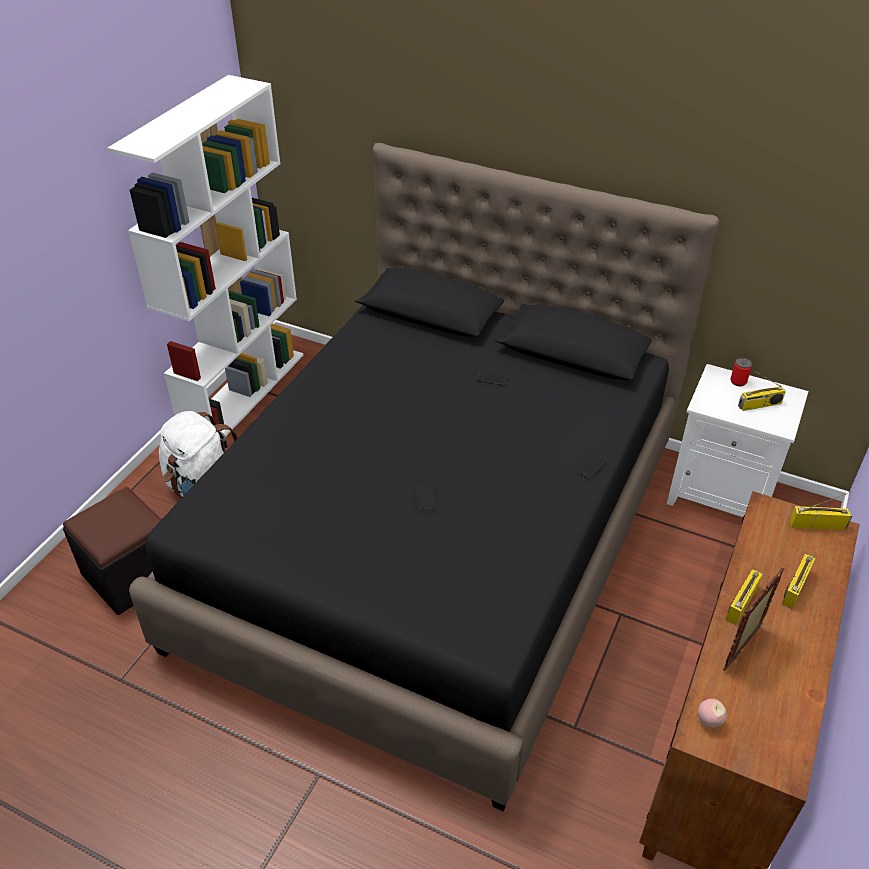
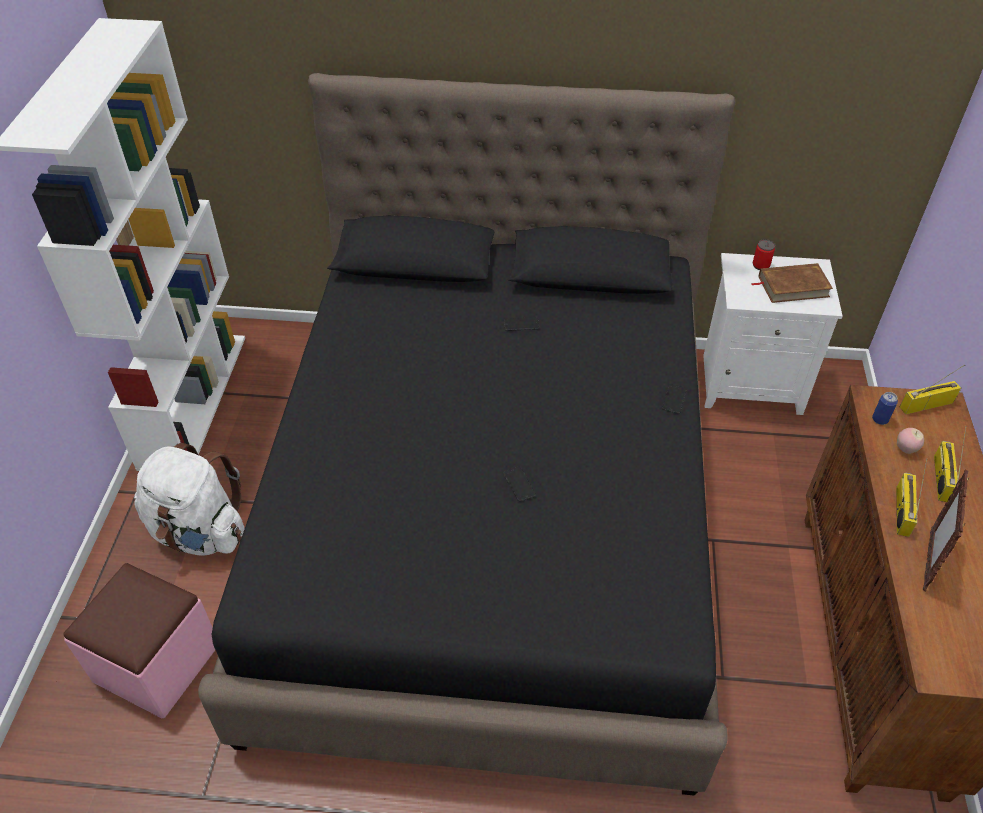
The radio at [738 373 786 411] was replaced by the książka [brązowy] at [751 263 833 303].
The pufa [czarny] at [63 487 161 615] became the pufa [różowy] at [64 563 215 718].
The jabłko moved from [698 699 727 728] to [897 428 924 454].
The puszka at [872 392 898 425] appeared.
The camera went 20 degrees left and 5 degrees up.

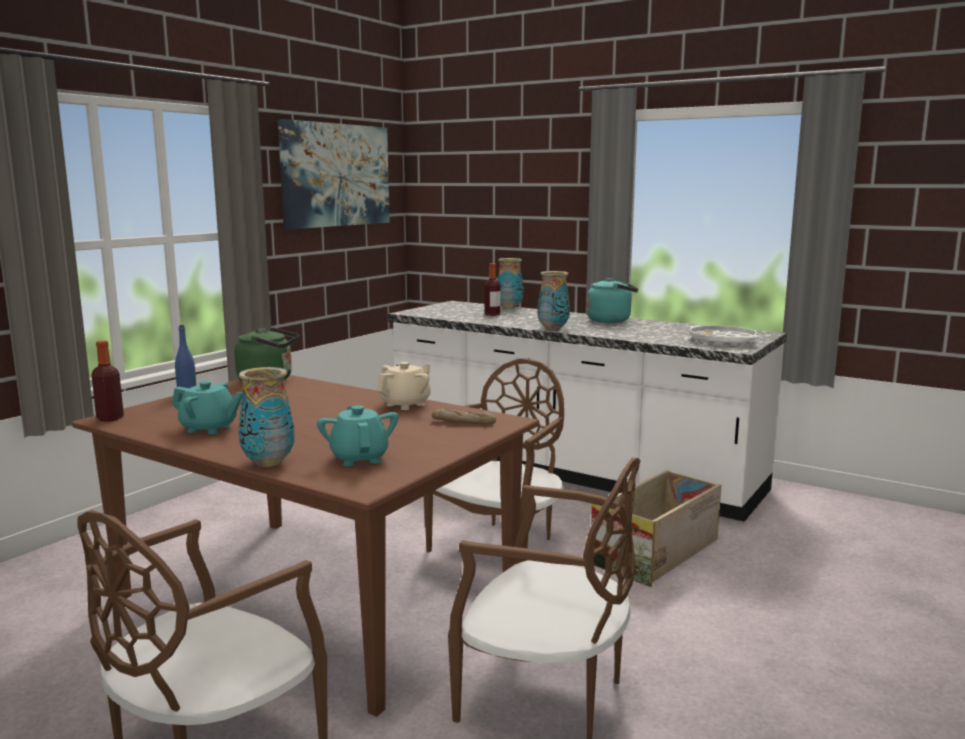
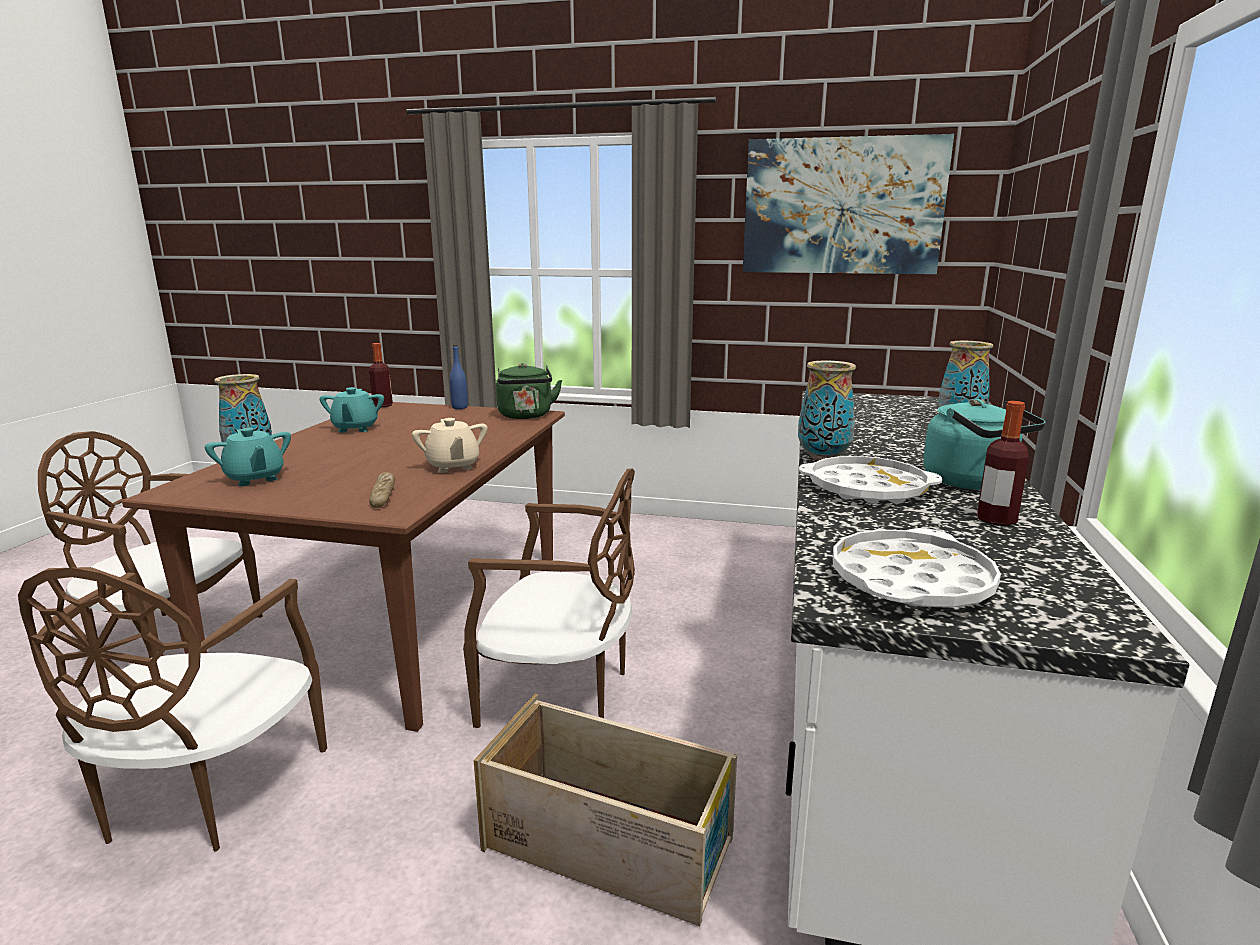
The butelka moved from [485 263 500 316] to [977 401 1029 526].
The imbryk [beżowy] at [377 362 431 410] turned 45 degrees clockwise.
The imbryk [turkusowy] at [317 406 398 466] turned 90 degrees clockwise.
The taca [biały] at [799 456 942 504] appeared.
The camera went 70 degrees right and 5 degrees up.

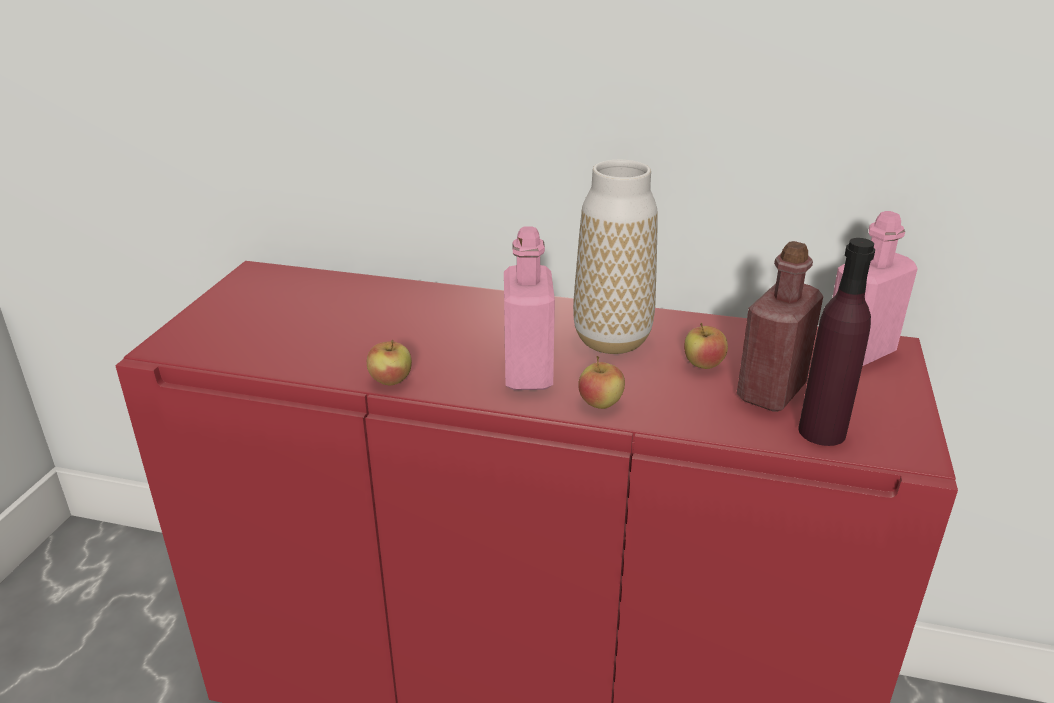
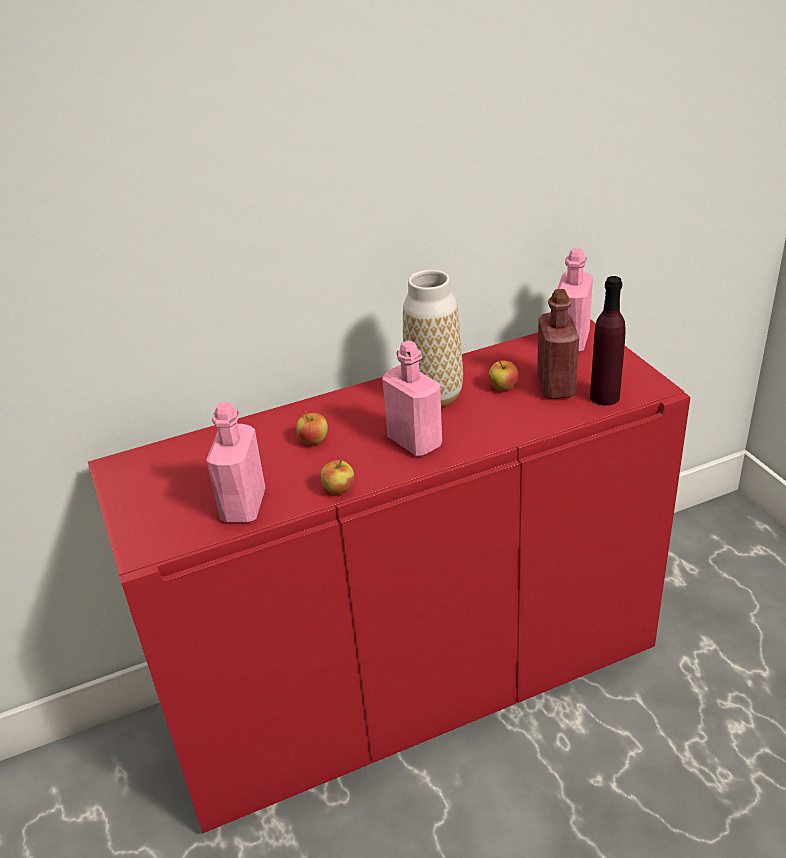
The jabłko moved from [578 356 625 409] to [296 411 328 445].
The butelka [różowy] at [206 402 265 522] appeared.
The camera went 35 degrees left and 5 degrees up.

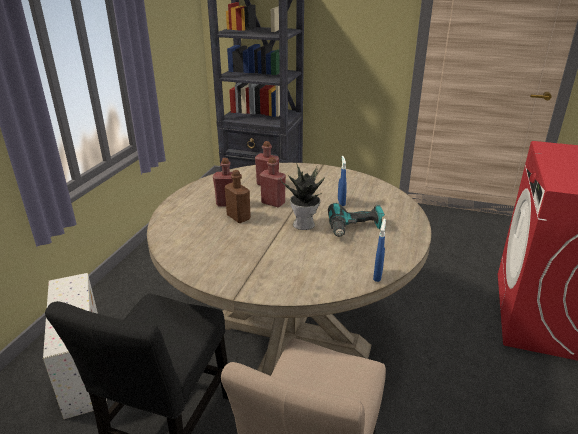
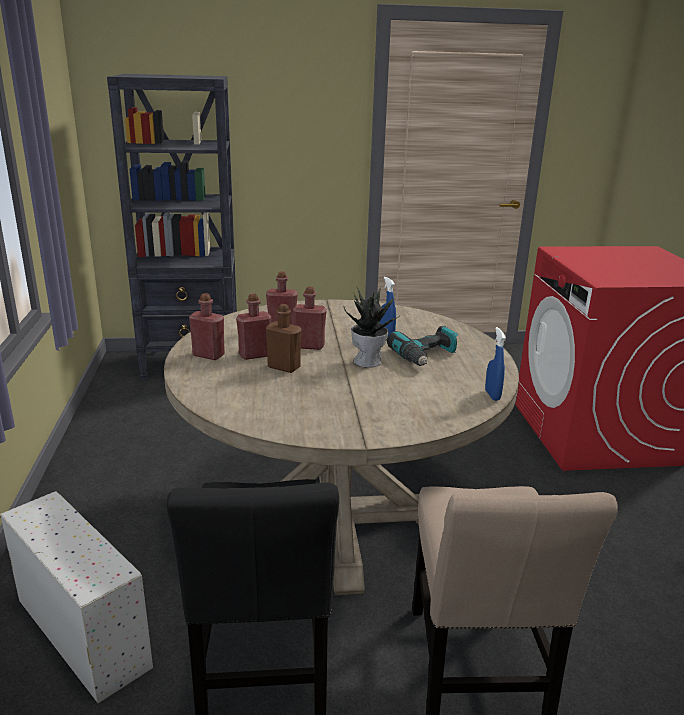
The butelka [czerwony] at [189 293 225 360] appeared.
The camera went 25 degrees left and 5 degrees down.

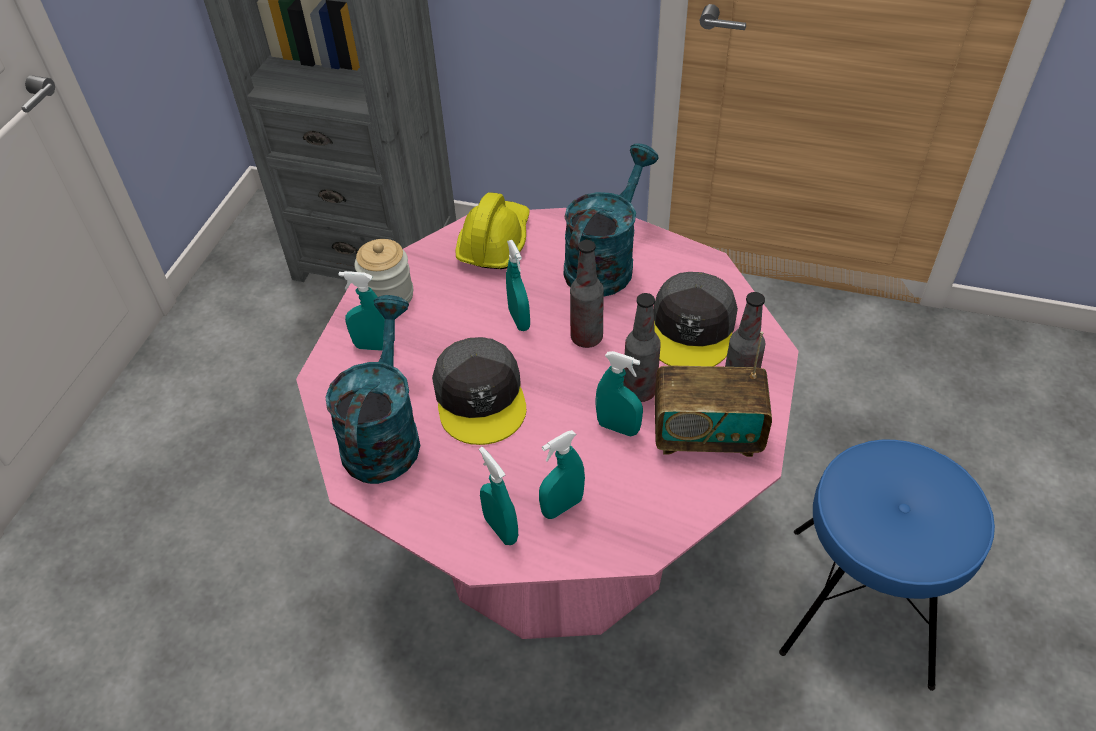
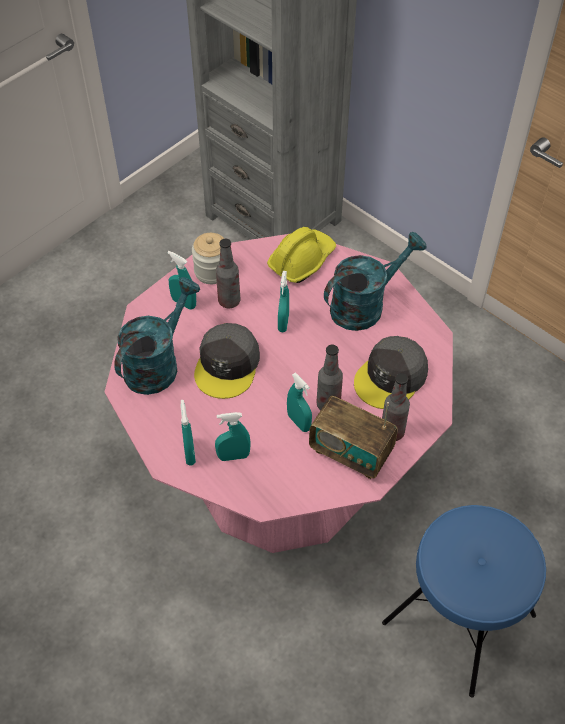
The butelka moved from [570 240 604 348] to [216 239 240 308].
The camera went 25 degrees right and 5 degrees up.

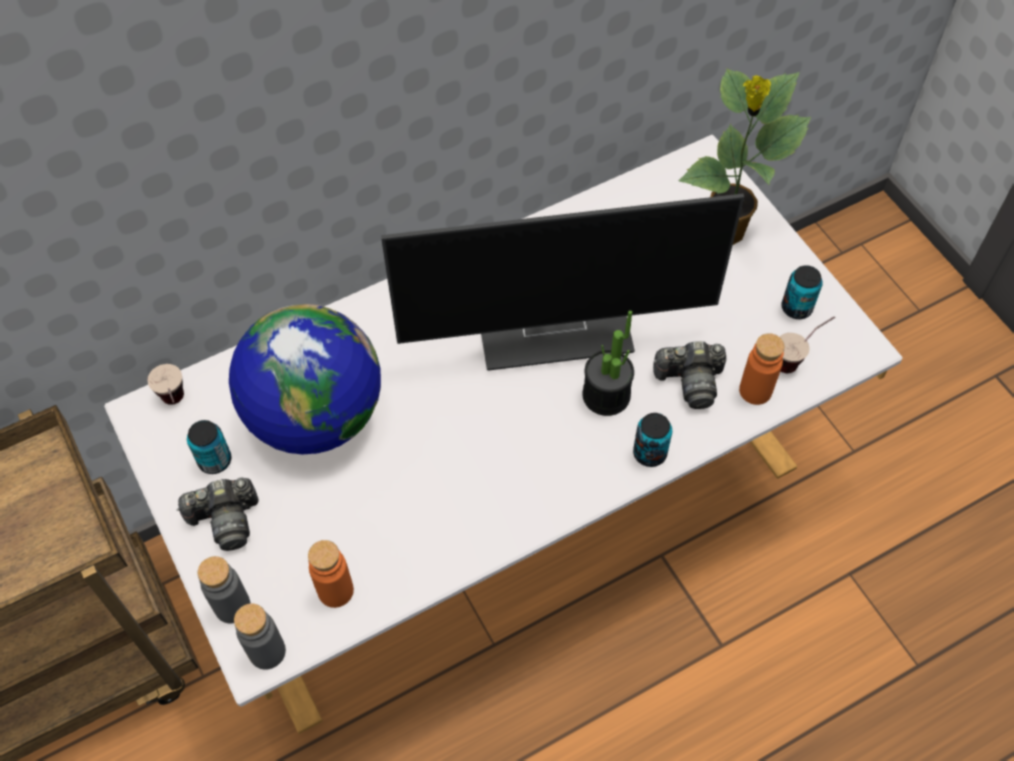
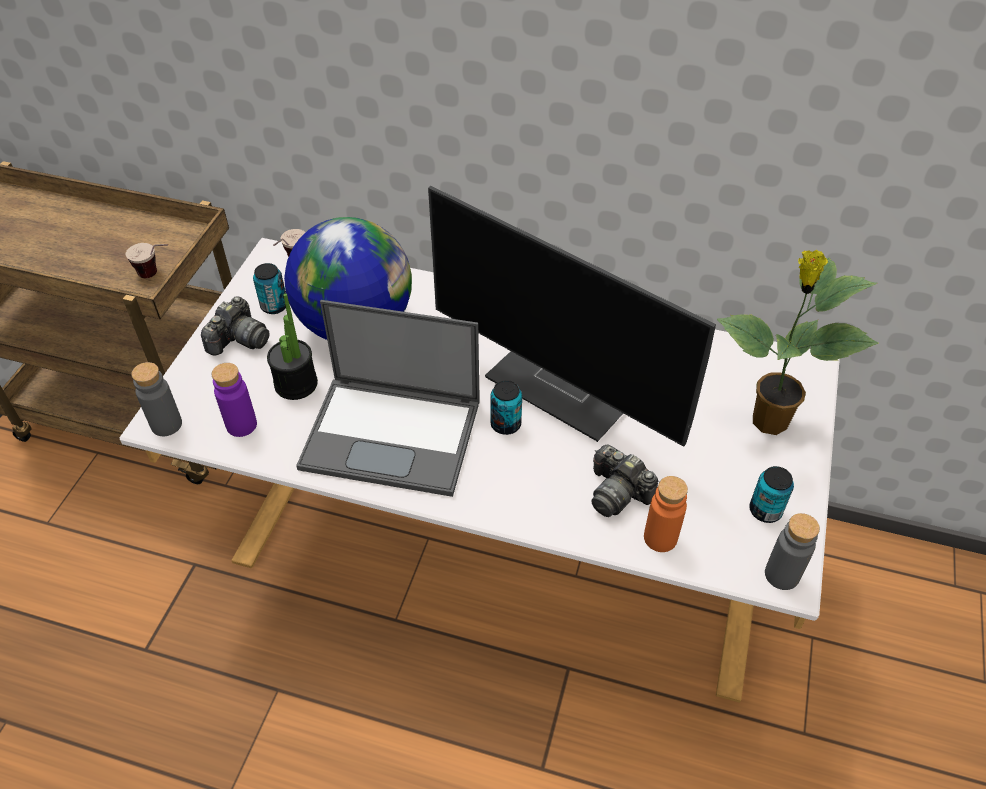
The roślina doniczkowa moved from [582 310 634 416] to [267 293 318 400].
The filiżanka moved from [780 316 835 373] to [126 243 168 278].
The puszka moved from [633 413 672 467] to [490 380 522 435].
The aparat fotograficzny at [177 478 259 551] turned 90 degrees counterclockwise.
The butelka [pomarańczowy] at [308 540 354 608] became the butelka [fioletowy] at [212 363 257 437].
The butelka [szary] moved from [198 556 251 624] to [765 513 820 590].
The laptop at [296 300 480 497] appeared.
The camera went 45 degrees right and 10 degrees down.

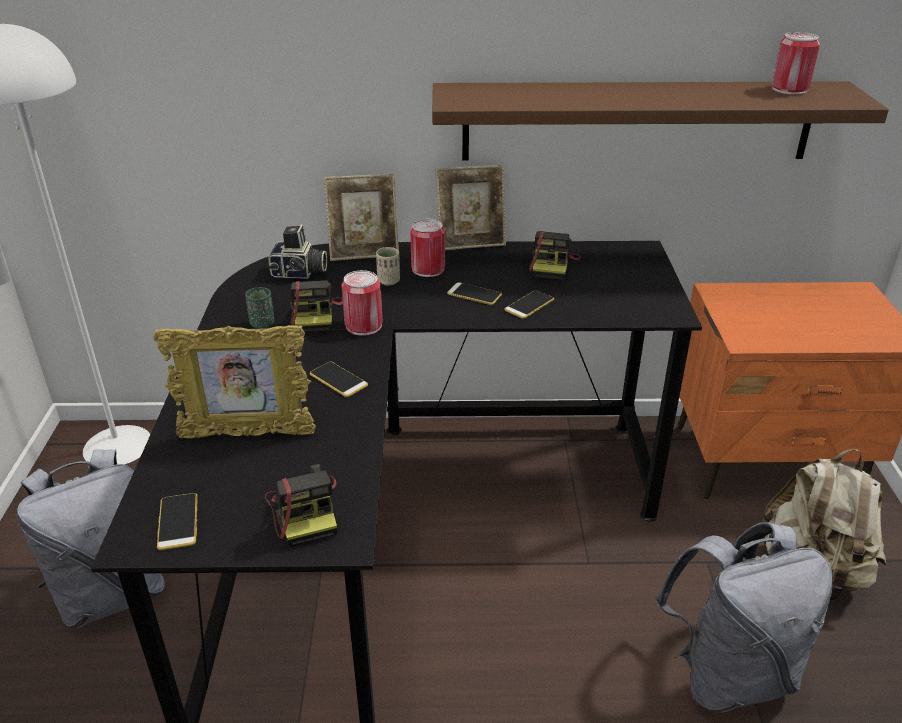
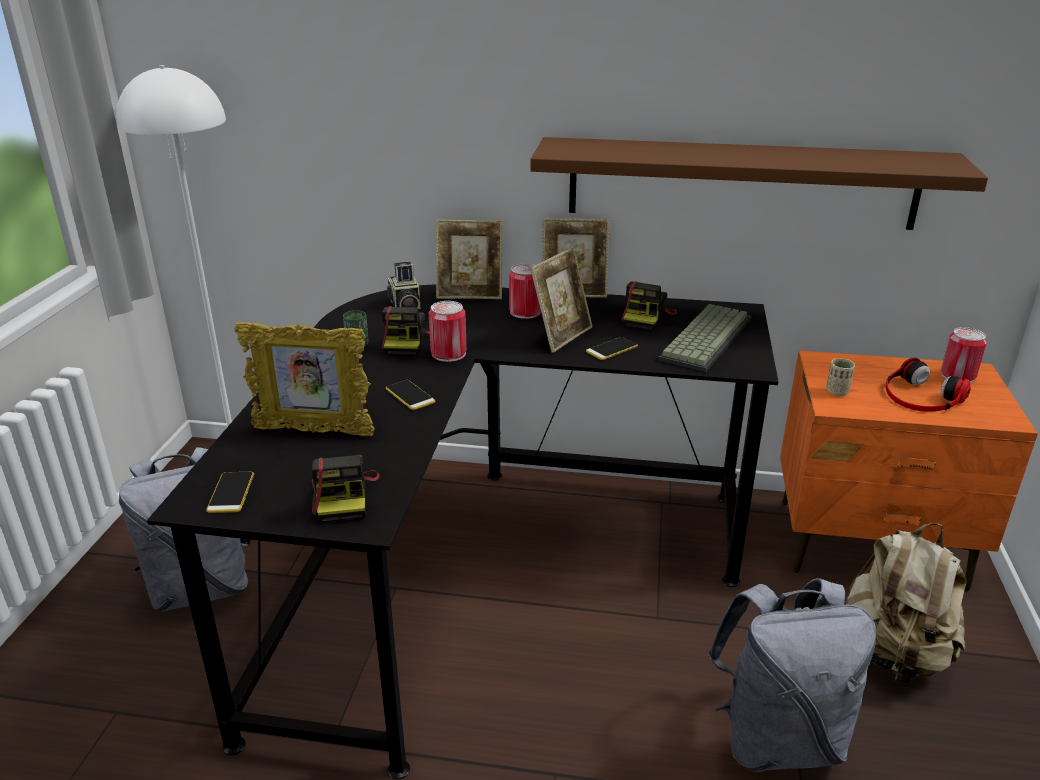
The puszka moved from [772 32 820 95] to [941 327 987 383].
The aparat fotograficzny at [268 224 327 279] turned 60 degrees clockwise.
The filiżanka [beżowy] moved from [376 247 400 286] to [826 358 855 396].
The telefon at [447 282 502 305] was replaced by the ramka na zdjęcie at [530 247 593 353].
The klawiatura at [658 304 751 372] appeared.
The słuchawki at [886 357 971 412] appeared.
The camera went 10 degrees right and 5 degrees down.

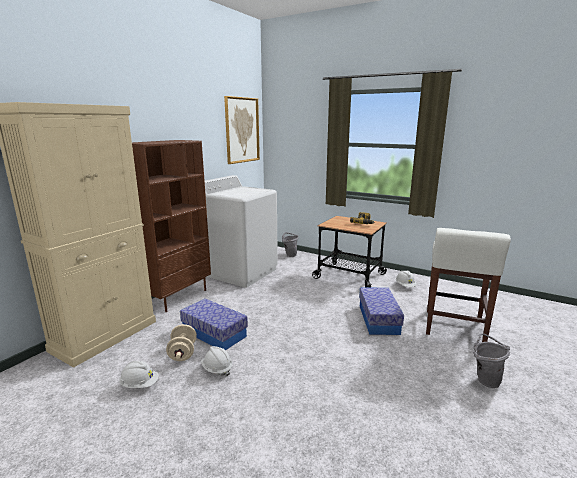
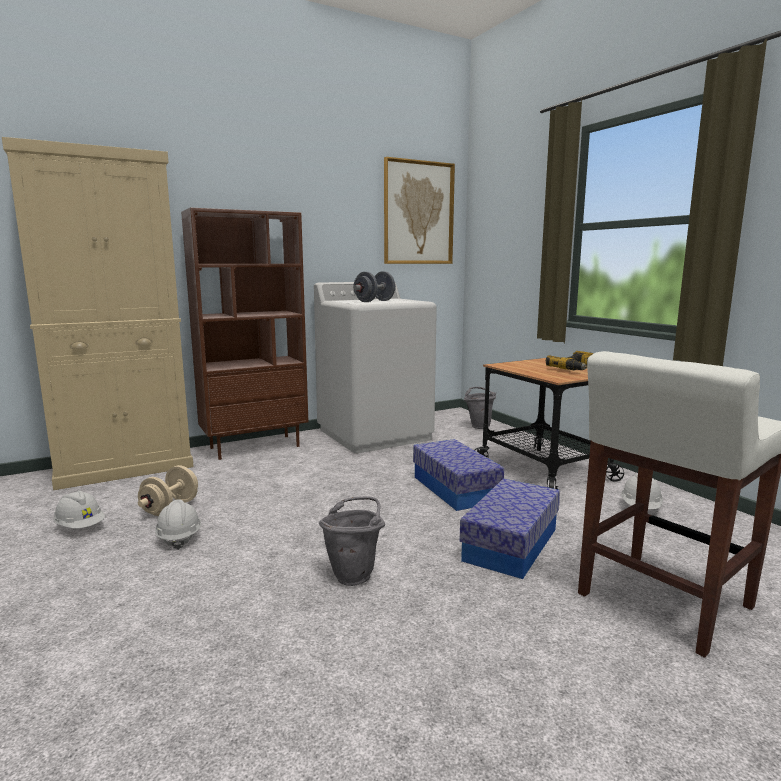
The pojemnik do przechowywania moved from [180 299 248 350] to [413 439 504 511].
The wiadro [szary] moved from [473 333 510 388] to [319 496 385 586].
The hantel [szary] at [353 271 396 302] appeared.
The camera went 30 degrees right and 5 degrees down.

